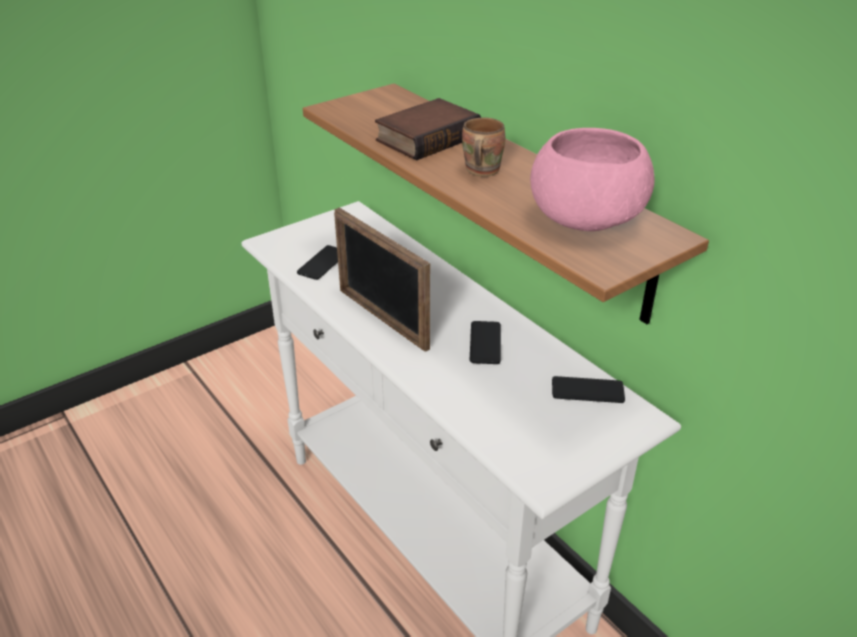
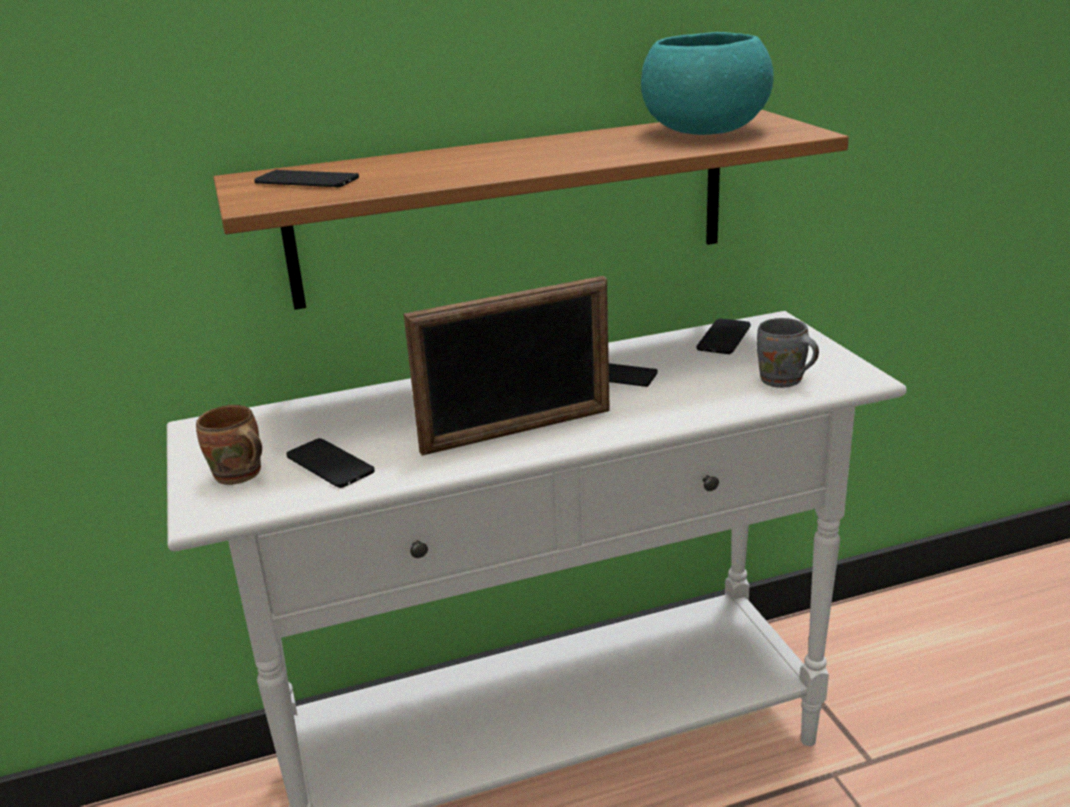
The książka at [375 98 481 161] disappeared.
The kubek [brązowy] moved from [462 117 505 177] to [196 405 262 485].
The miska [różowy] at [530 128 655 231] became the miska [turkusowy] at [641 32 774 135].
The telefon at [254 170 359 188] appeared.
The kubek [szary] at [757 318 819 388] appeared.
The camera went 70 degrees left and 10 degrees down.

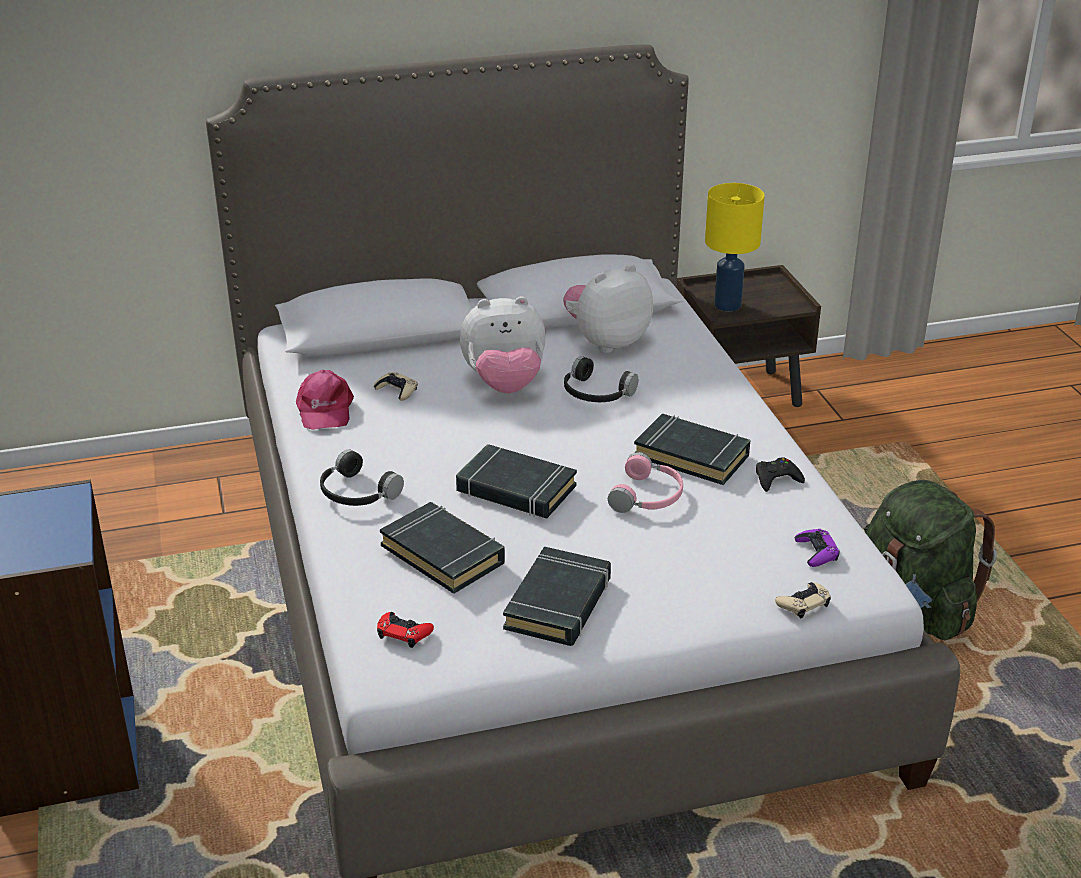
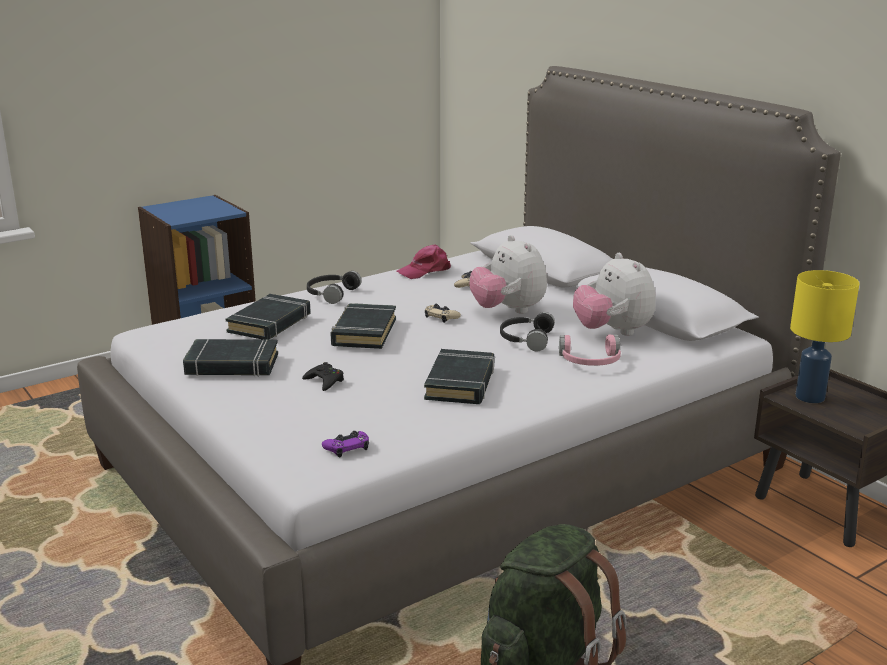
The pluszak at [563 264 653 353] turned 150 degrees counterclockwise.
The słuchawki [różowy] moved from [608 452 683 513] to [559 335 621 366].
The pad do gier [czarny] moved from [756 457 805 492] to [302 362 344 391].
The pad do gier [beżowy] moved from [775 582 831 618] to [425 304 461 323].
The pad do gier [czerwony] at [377 612 434 648] disappeared.
The camera went 70 degrees right and 10 degrees down.

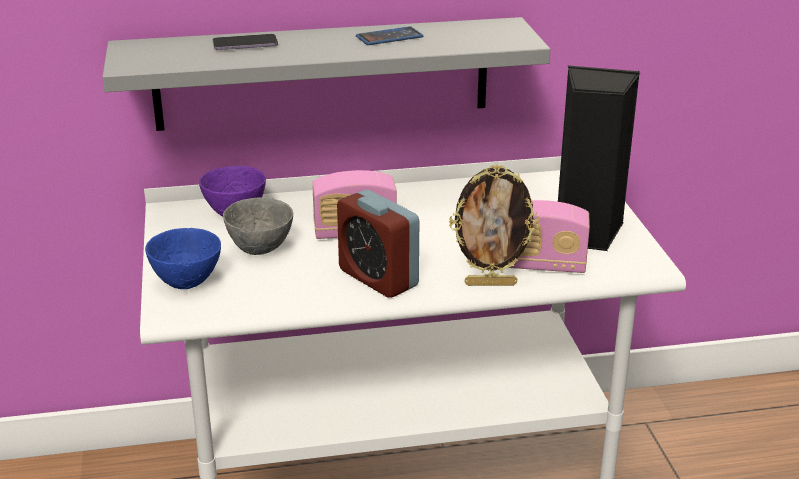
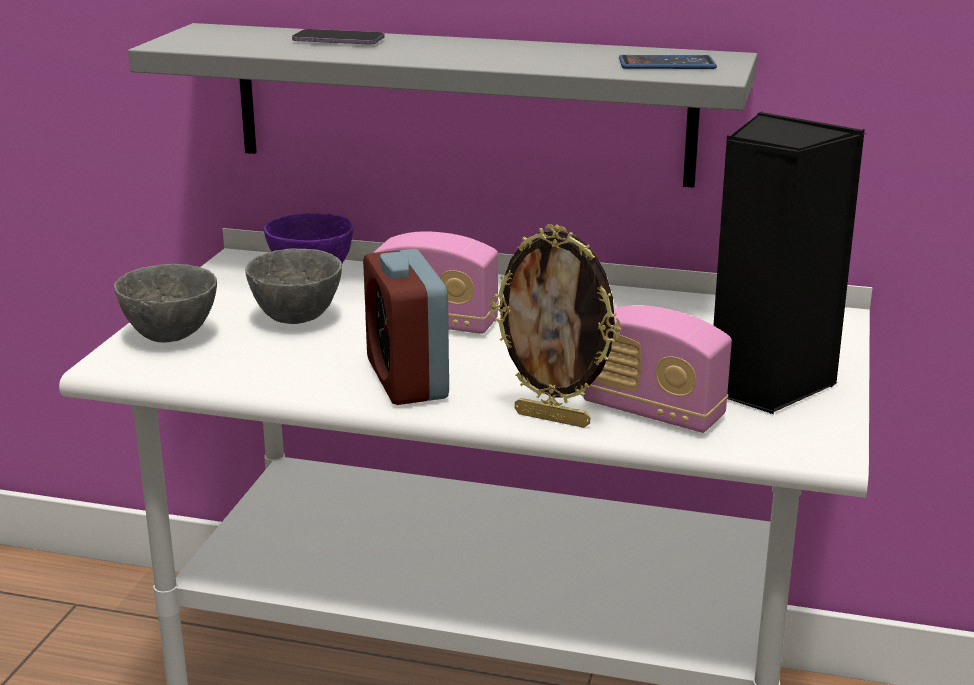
The telefon moved from [356 26 423 45] to [619 55 717 69].
The miska [niebieski] at [145 228 221 289] became the miska [szary] at [114 264 217 342].
The camera went 25 degrees right and 5 degrees down.

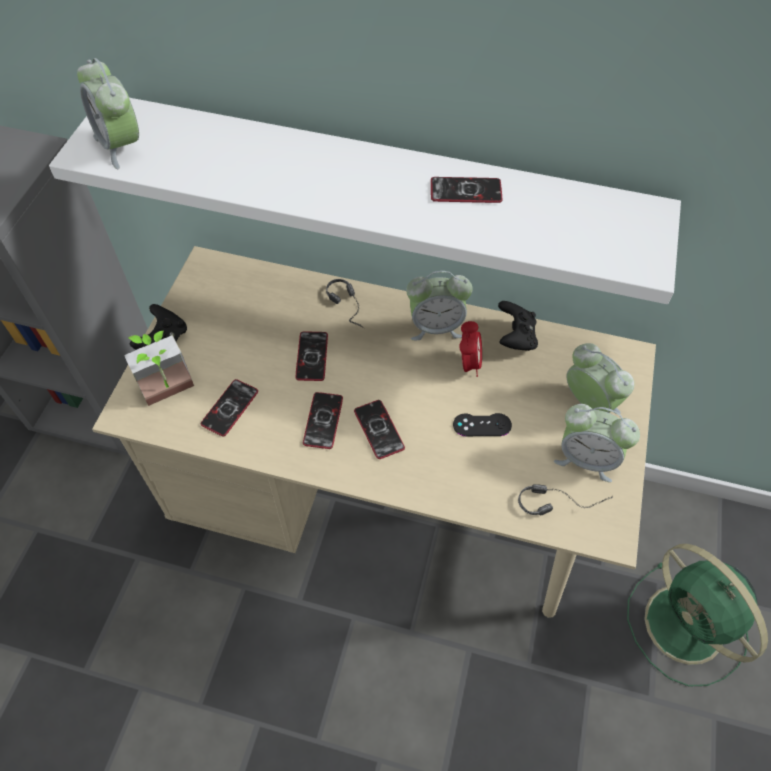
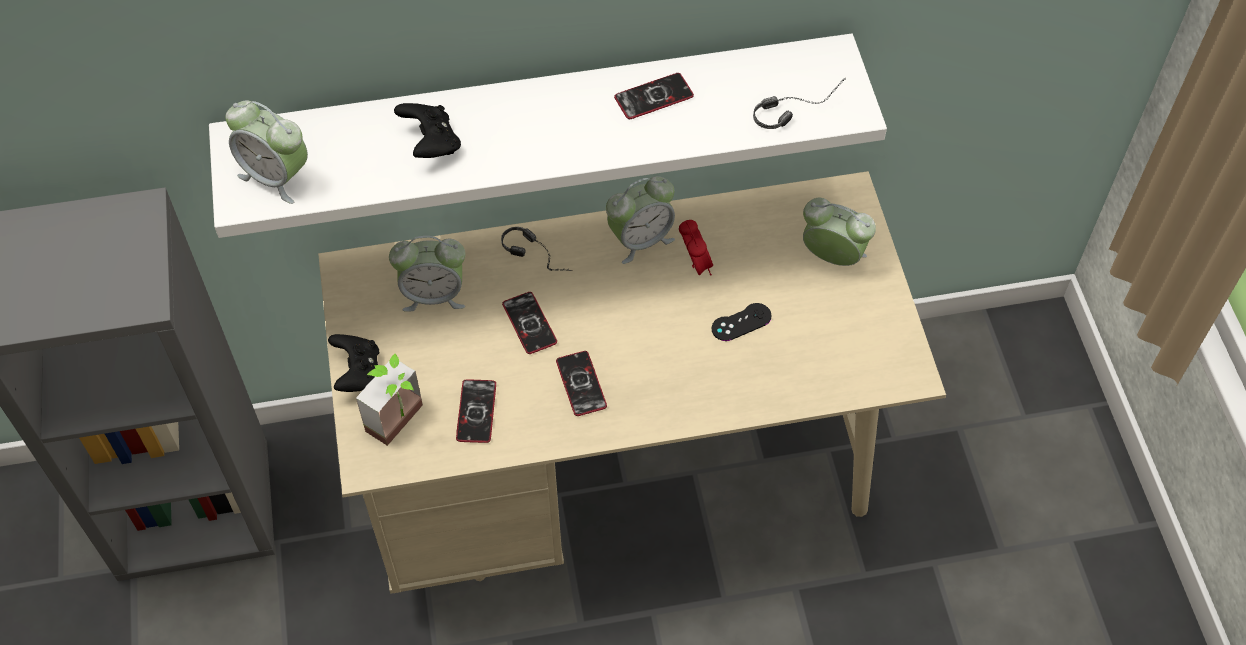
The pad do gier [czarny] moved from [498 301 538 351] to [394 103 461 158].
The telefon at [354 400 405 459] disappeared.
The budzik moved from [554 404 640 482] to [389 236 465 312].
The słuchawki moved from [518 484 613 515] to [753 80 844 129].
The wentylator [zielony] at [627 544 768 687] disappeared.
The camera went 25 degrees left and 0 degrees up.

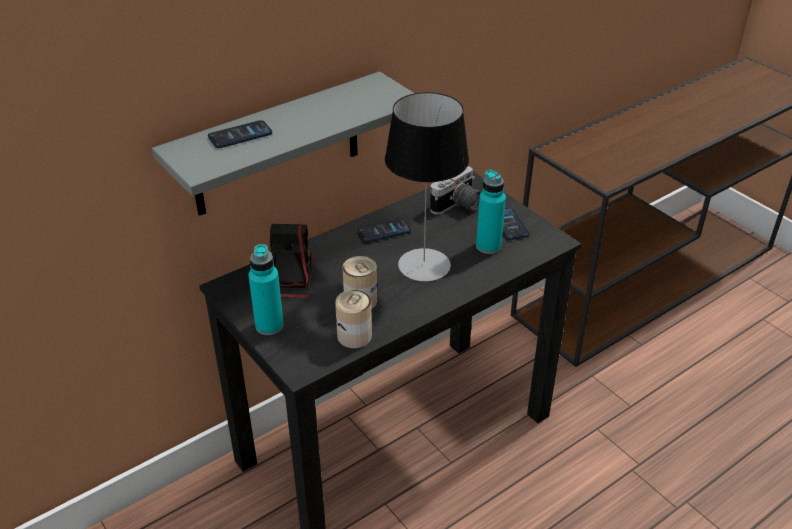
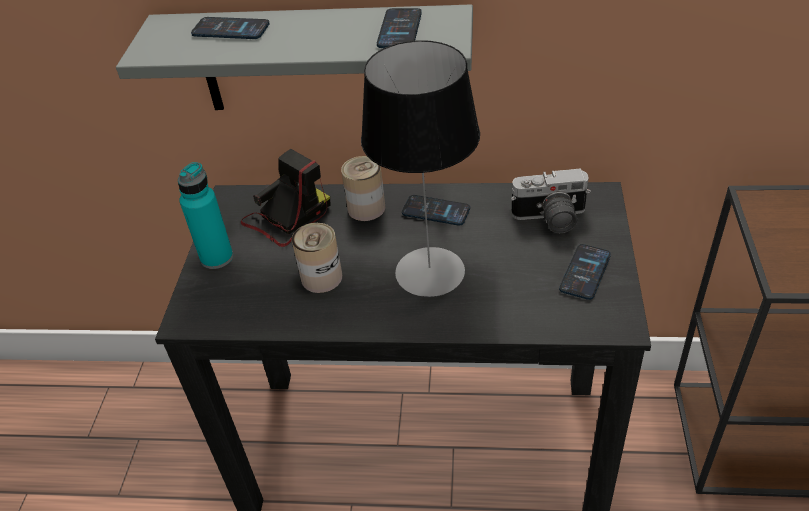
The butelka [turkusowy] at [476 170 506 254] disappeared.
The puszka moved from [335 290 372 348] to [341 156 386 221].
The telefon at [377 8 422 48] appeared.
The camera went 45 degrees right and 5 degrees up.

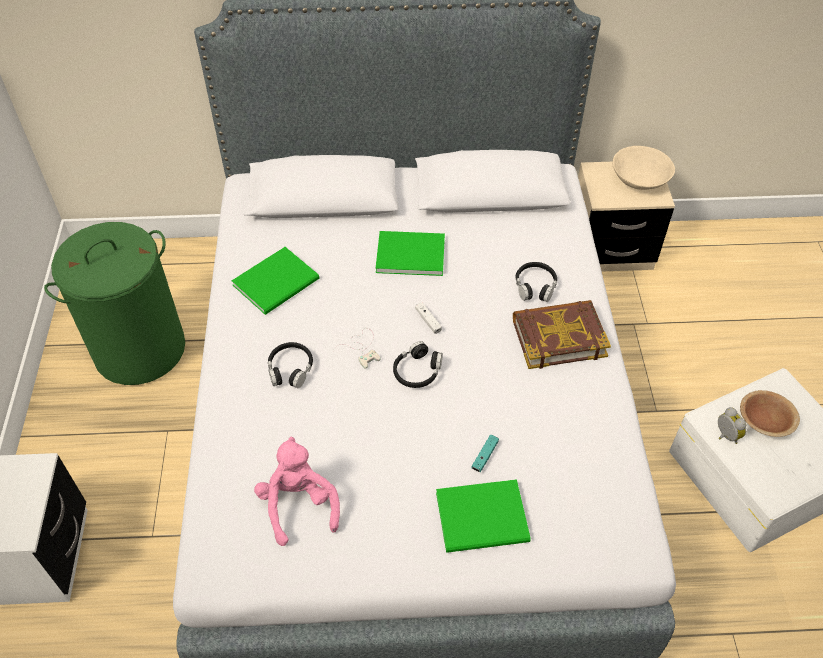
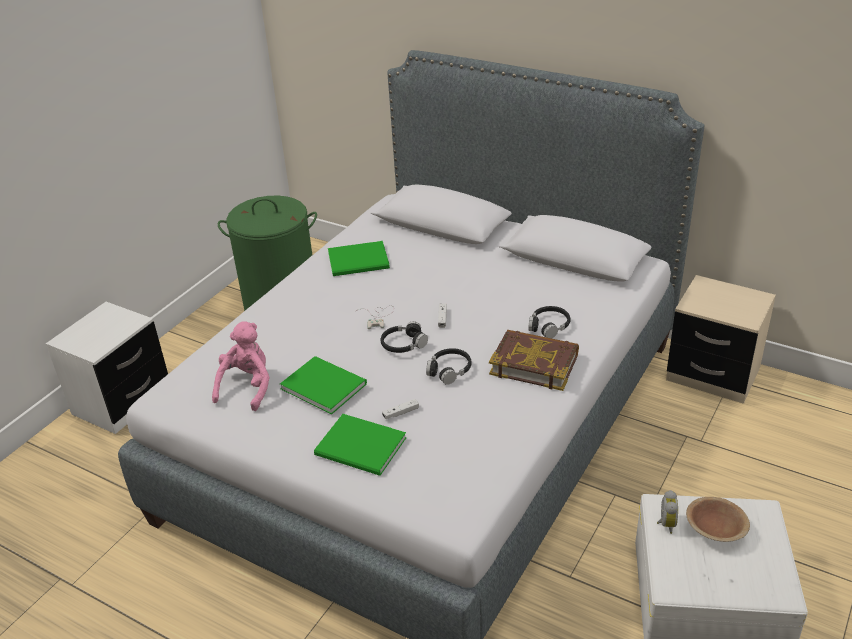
The miska [beżowy] at [612 146 675 190] disappeared.
The książka [zielony] moved from [376 231 445 276] to [280 356 367 414].
The słuchawki [czarny] moved from [268 342 313 388] to [426 348 472 385].
The pad do gier [turkusowy] at [471 435 499 472] became the pad do gier [biały] at [382 399 419 419].
The camera went 35 degrees right and 15 degrees down.

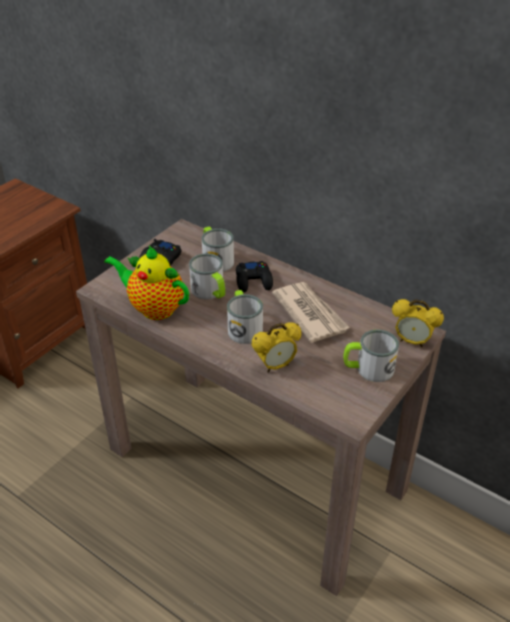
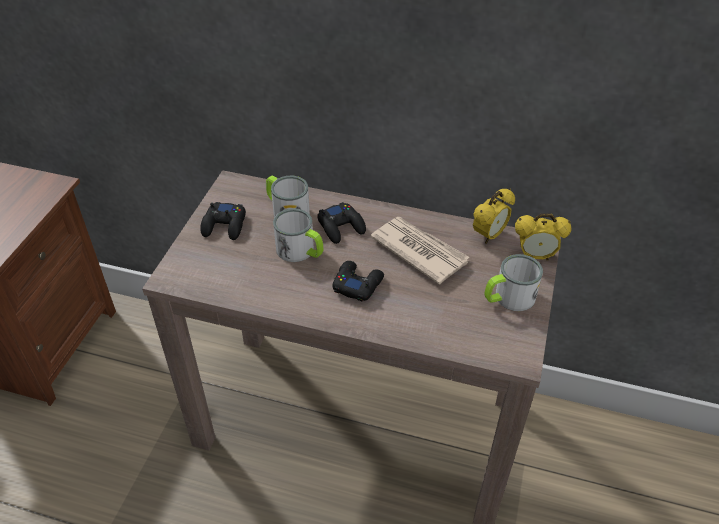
The imbryk at [104 246 189 320] disappeared.
The kubek at [227 290 263 344] was replaced by the pad do gier [czarny] at [332 261 384 301].
The budzik moved from [252 322 301 372] to [473 188 515 244].
The camera went 20 degrees left and 5 degrees up.

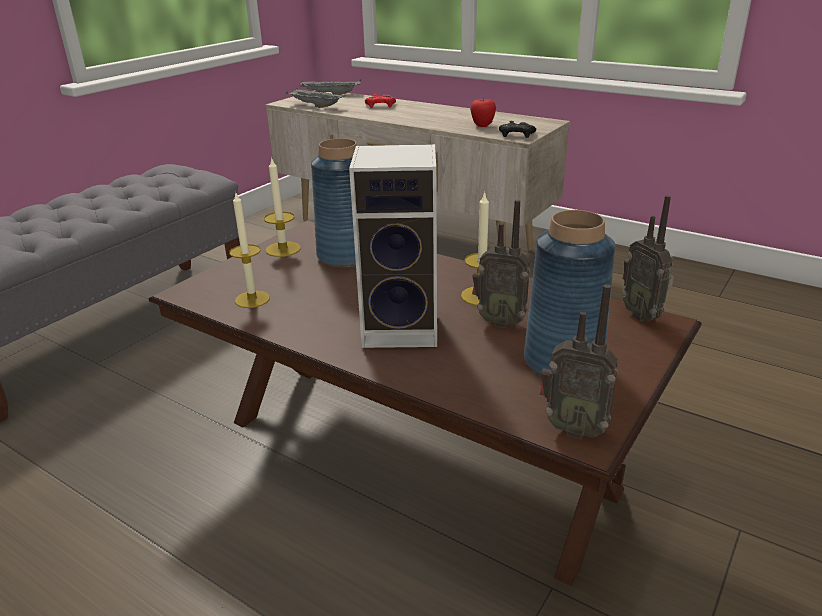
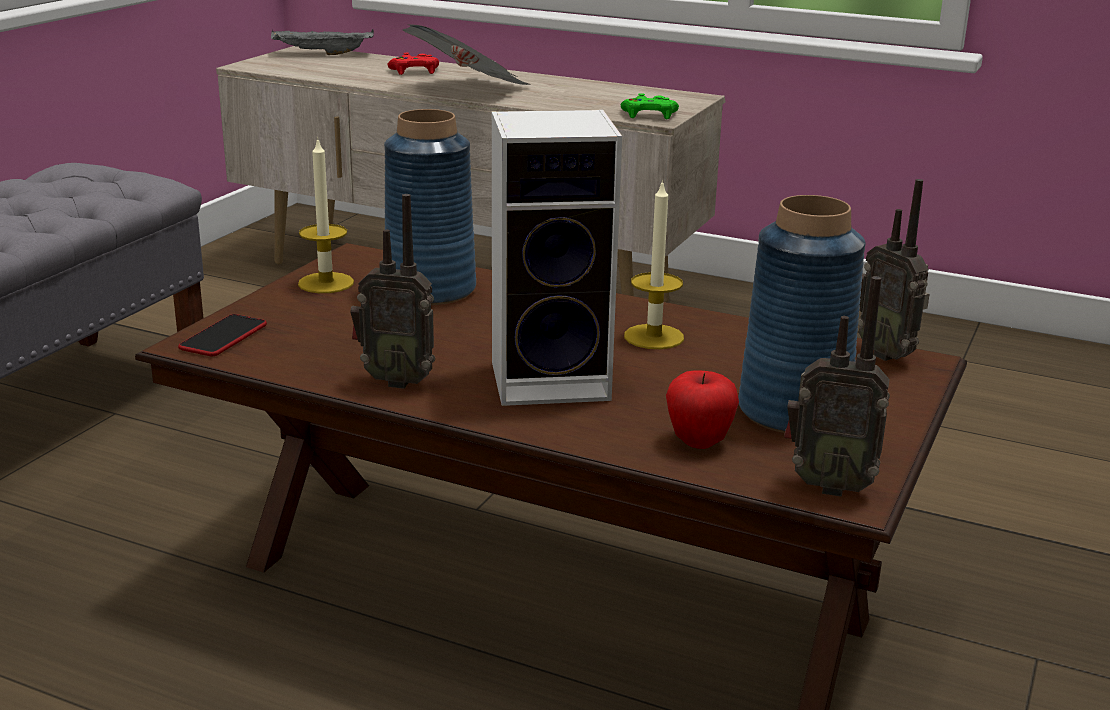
The taca [szary] at [286 88 346 108] disappeared.
The jabłko moved from [470 98 496 127] to [666 370 739 449].
The pad do gier [czarny] at [499 121 536 138] became the pad do gier [zielony] at [621 93 679 119].
The świeca at [229 191 270 308] disappeared.
The radio moved from [472 200 530 328] to [350 194 435 389].
The gazeta at [403 24 530 85] appeared.
The telefon at [178 314 267 356] appeared.
The camera went 10 degrees left and 5 degrees down.

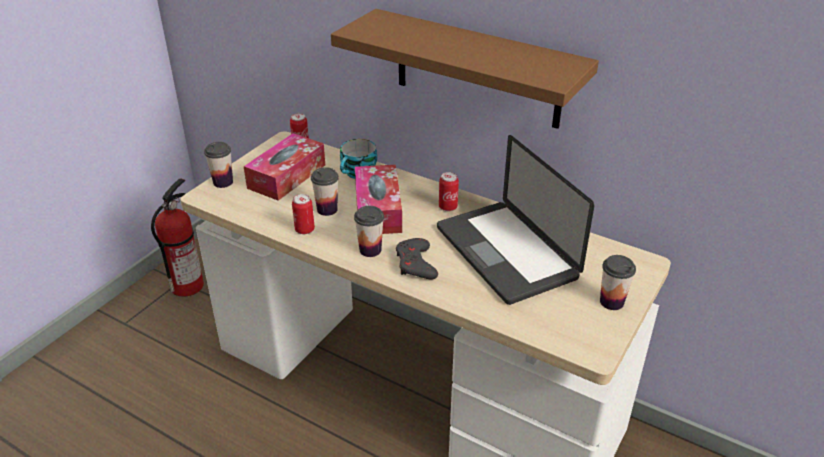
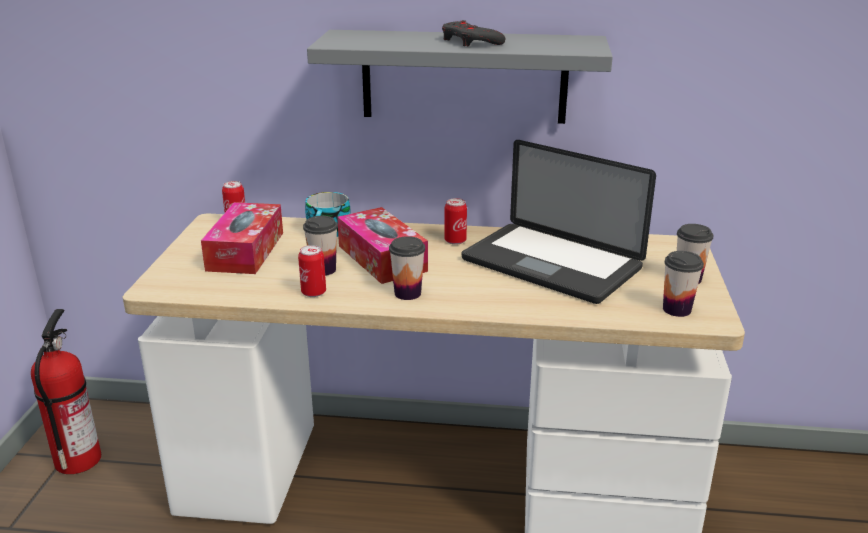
The półka [brązowy] at [331 9 599 129] became the półka [szary] at [307 30 613 124].
The filiżanka moved from [204 142 233 188] to [663 251 704 317].
The pad do gier [szary] moved from [396 238 438 280] to [442 20 505 46].
The camera went 25 degrees left and 10 degrees down.

